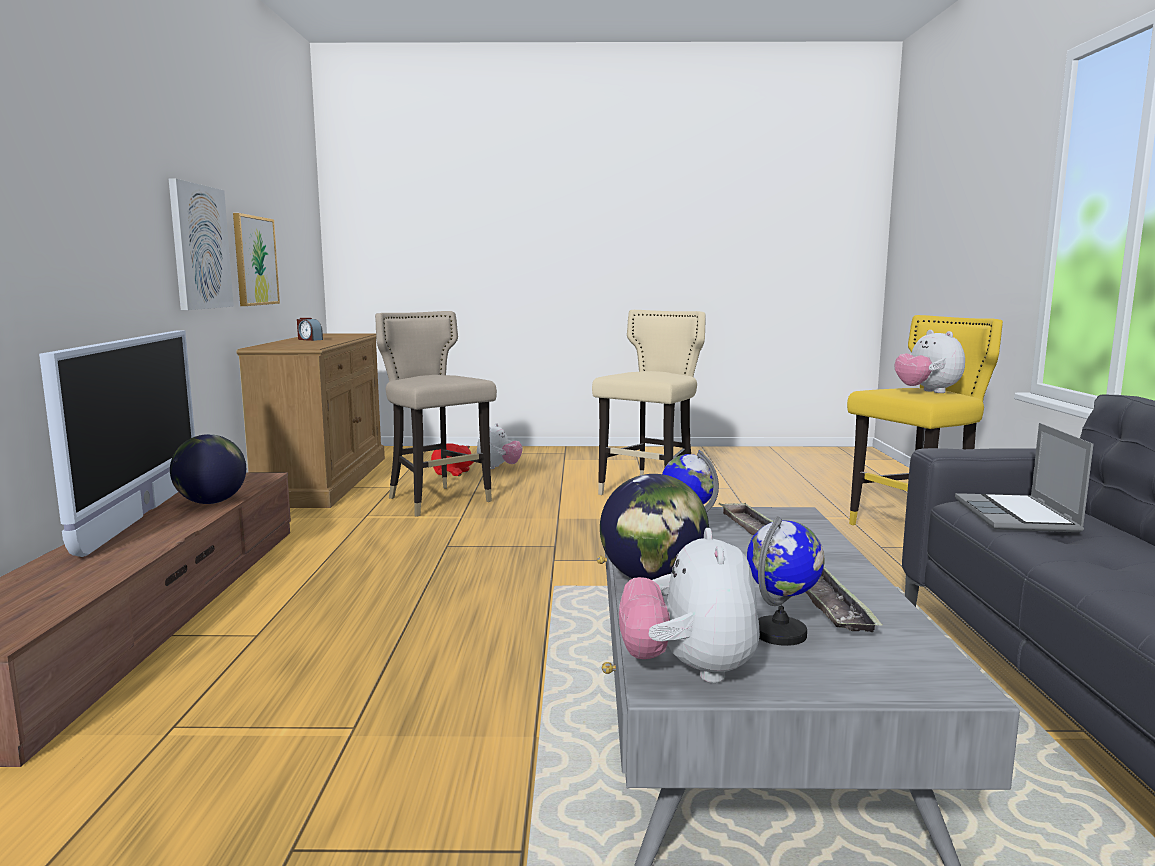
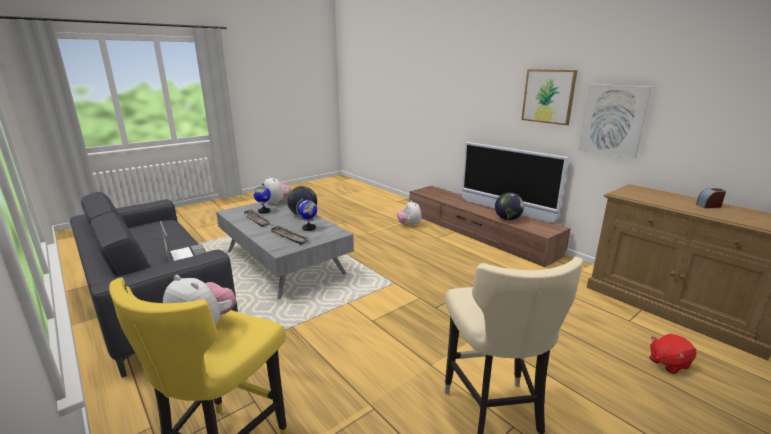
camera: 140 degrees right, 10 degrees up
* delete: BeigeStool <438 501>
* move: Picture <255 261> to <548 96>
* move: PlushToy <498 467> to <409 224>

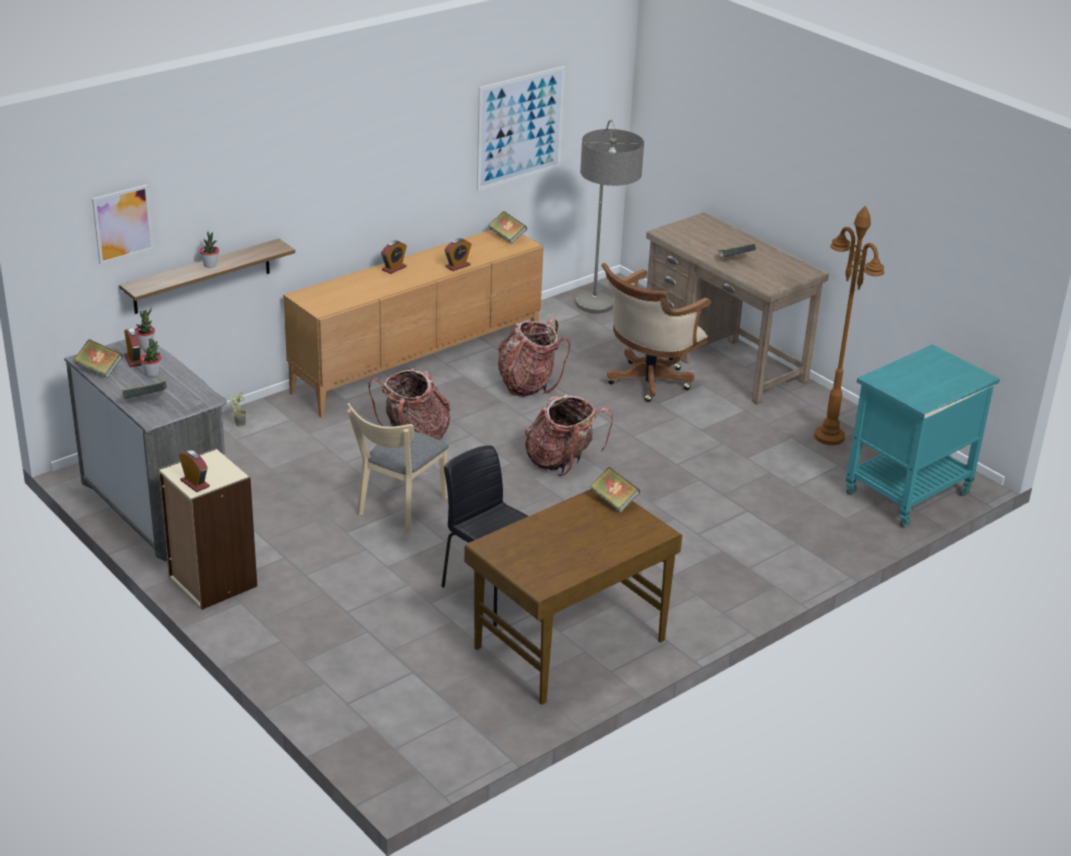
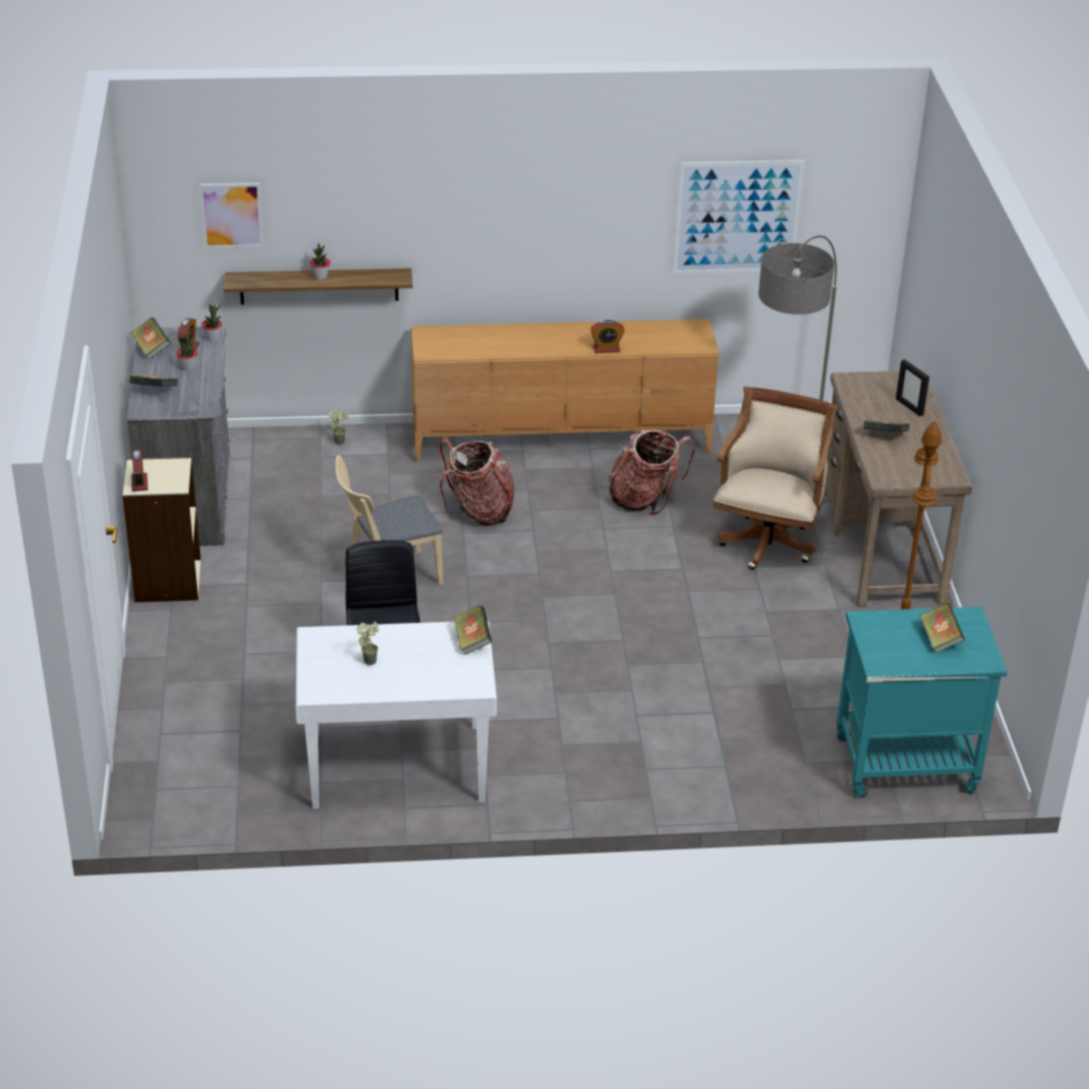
camera: 35 degrees right, 5 degrees up
* delete: AlarmClock <394 268>
* delete: Backpack <562 462>
* insert: PottedPlant <370 659>
* insert: PictureFrame <910 406>
* move: Book <507 237> to <939 639>
* recolor: BrownDesk <568 643> to WhiteDesk <396 765>
* rotate: OfficeChair <647 383> = <768 541> 120 degrees clockwise

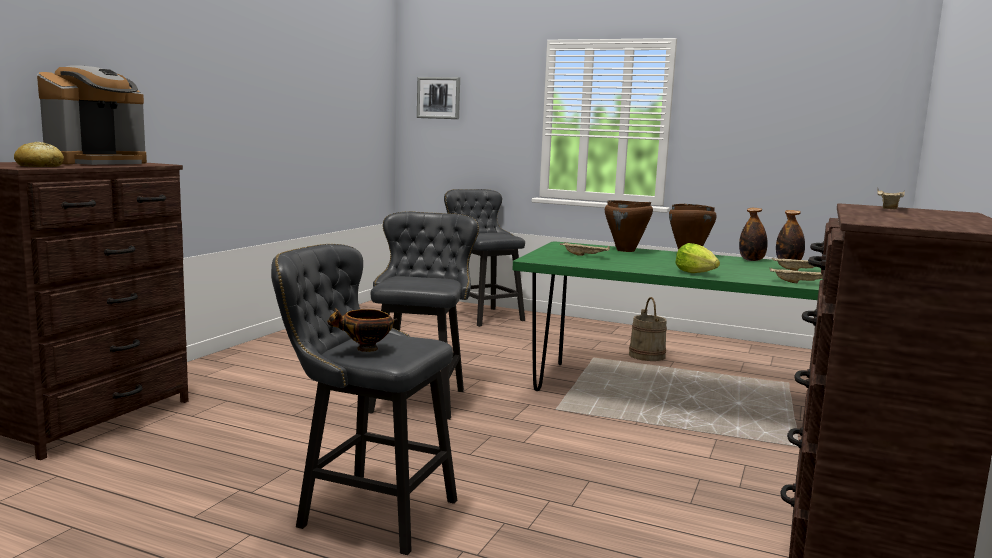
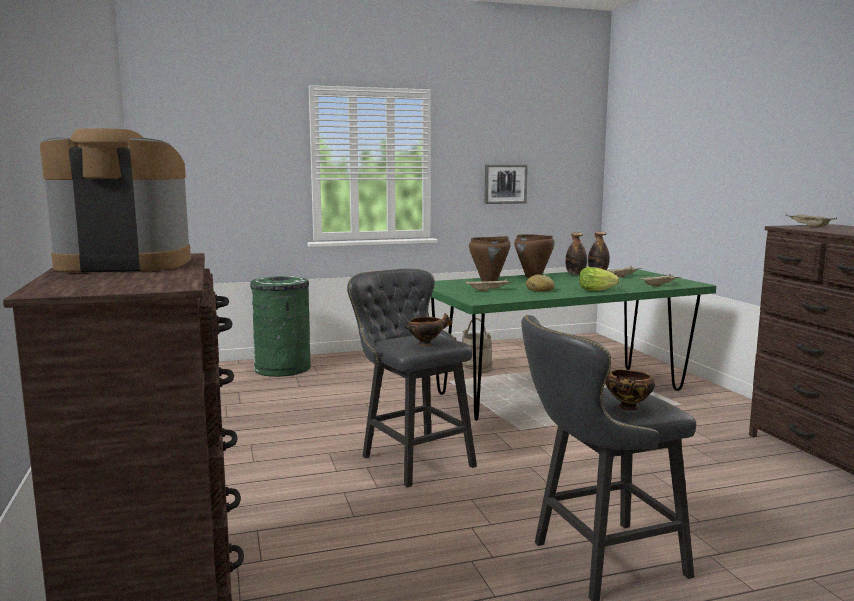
camera: 40 degrees left, 0 degrees up
* insert: Bowl <426 344>
* move: Bread <39 166> to <540 290>
* move: Picture <438 98> to <505 184>
* replace: GreyStool <481 315> to GreenTrashCan <282 368>
* rotate: CoffeeMachine <97 163> = <124 264> 90 degrees counterclockwise

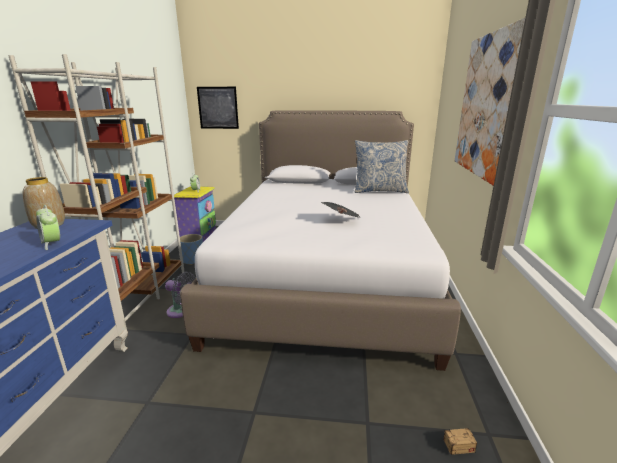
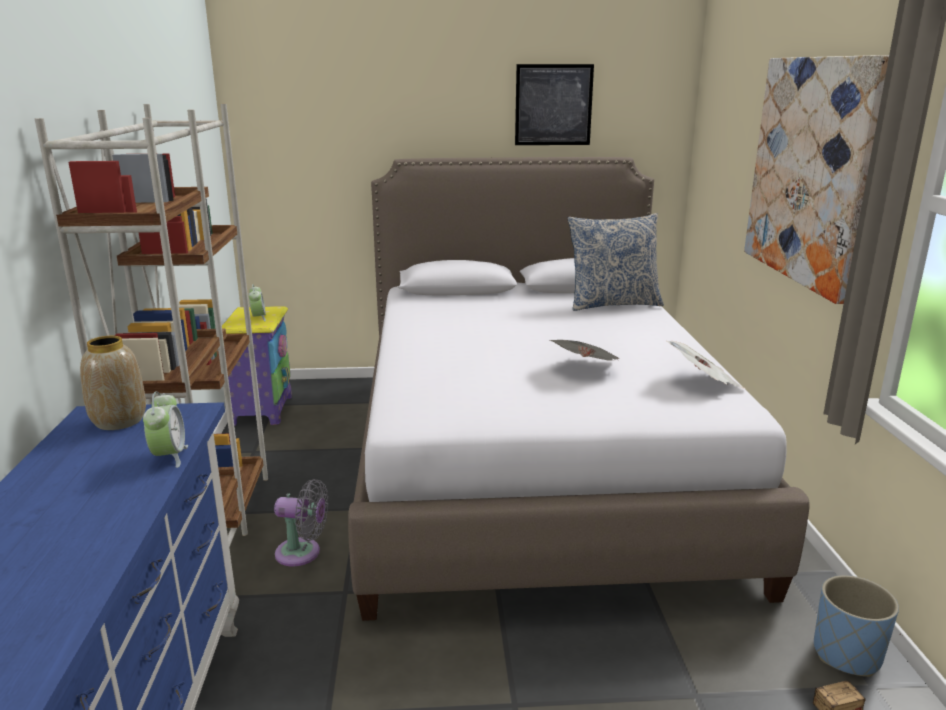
camera: 10 degrees left, 0 degrees up
* insert: Newspaper <703 383>
* move: BluePlanter <193 260> to <846 654>
* move: Picture <218 108> to <553 105>
* rotate: AlarmClock <52 244> = <169 457> 135 degrees counterclockwise

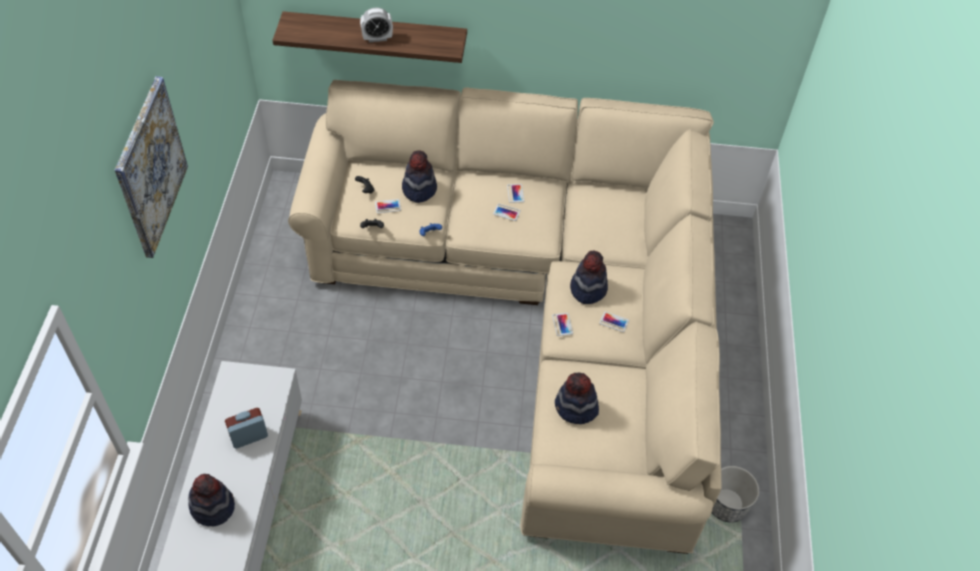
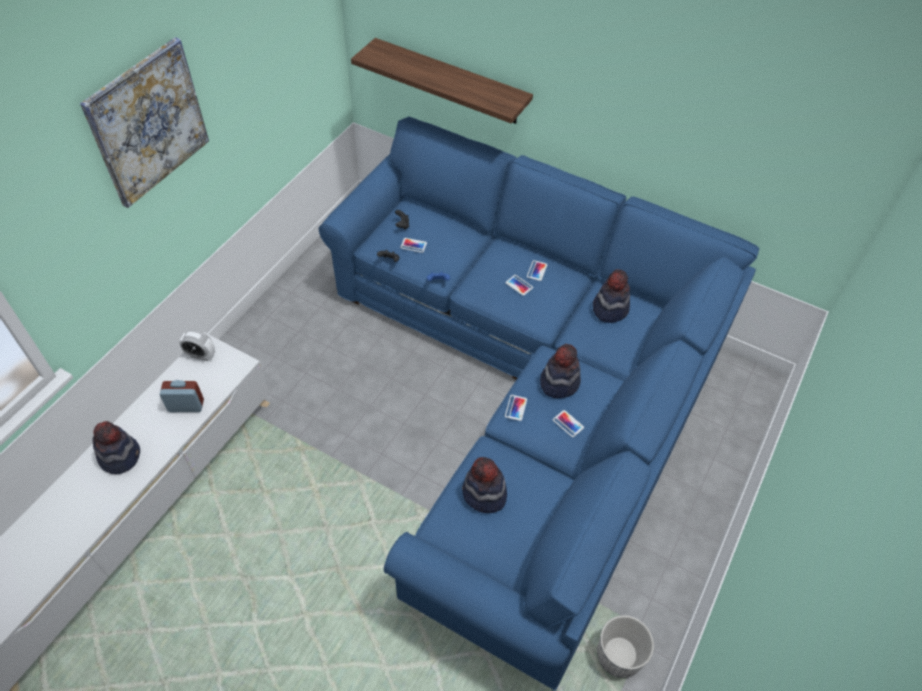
camera: 25 degrees right, 0 degrees up
* move: AlarmClock <377 38> to <201 355>
* move: Hat <419 189> to <610 308>
* recolor: BeigeSofa <541 315> to BlueSofa <526 396>

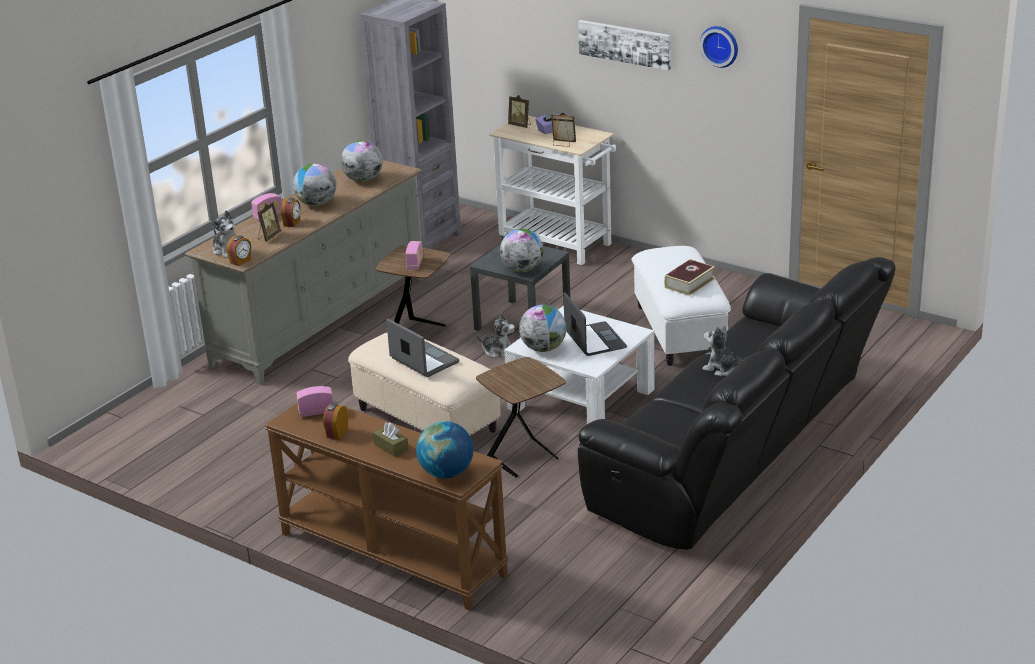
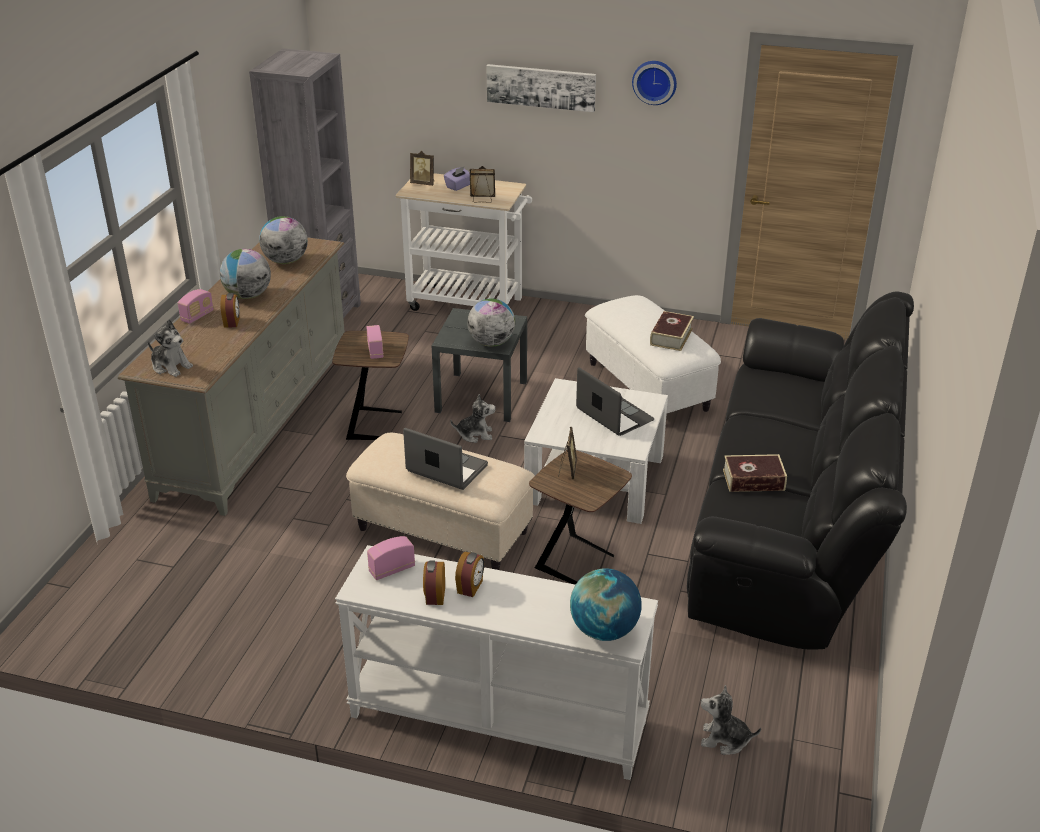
camera: 20 degrees left, 5 degrees up
* delete: BrownTissueBox <391 447>
* delete: Globe <543 348>
* insert: Book <753 480>
* move: AlarmClock <241 261> to <470 587>
* move: PictureFrame <268 237> to <567 470>
* move: PlushToy <722 369> to <724 740>
* recolor: BrownConsoleTable <390 555> to WhiteConsoleTable <496 720>

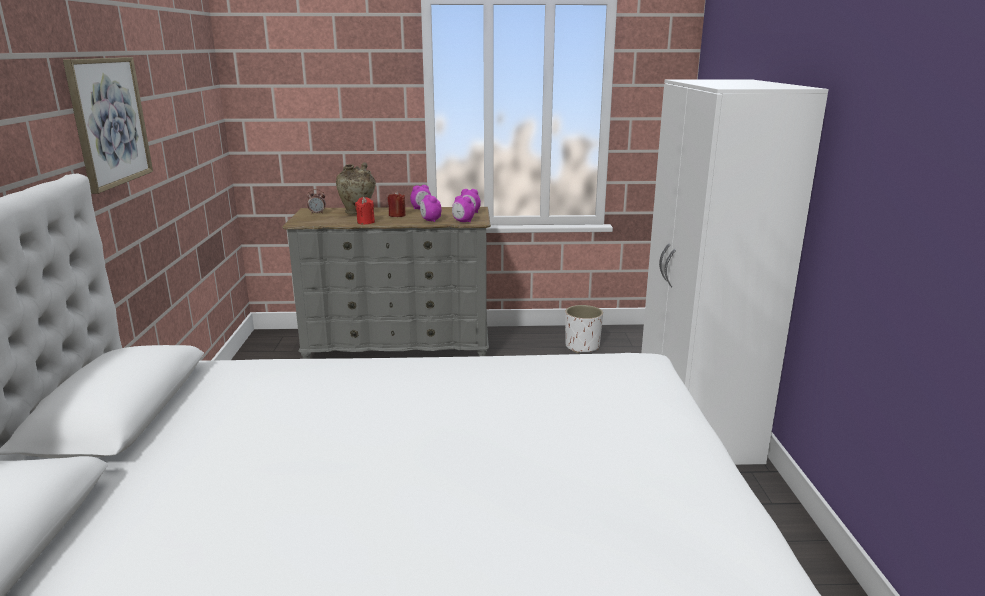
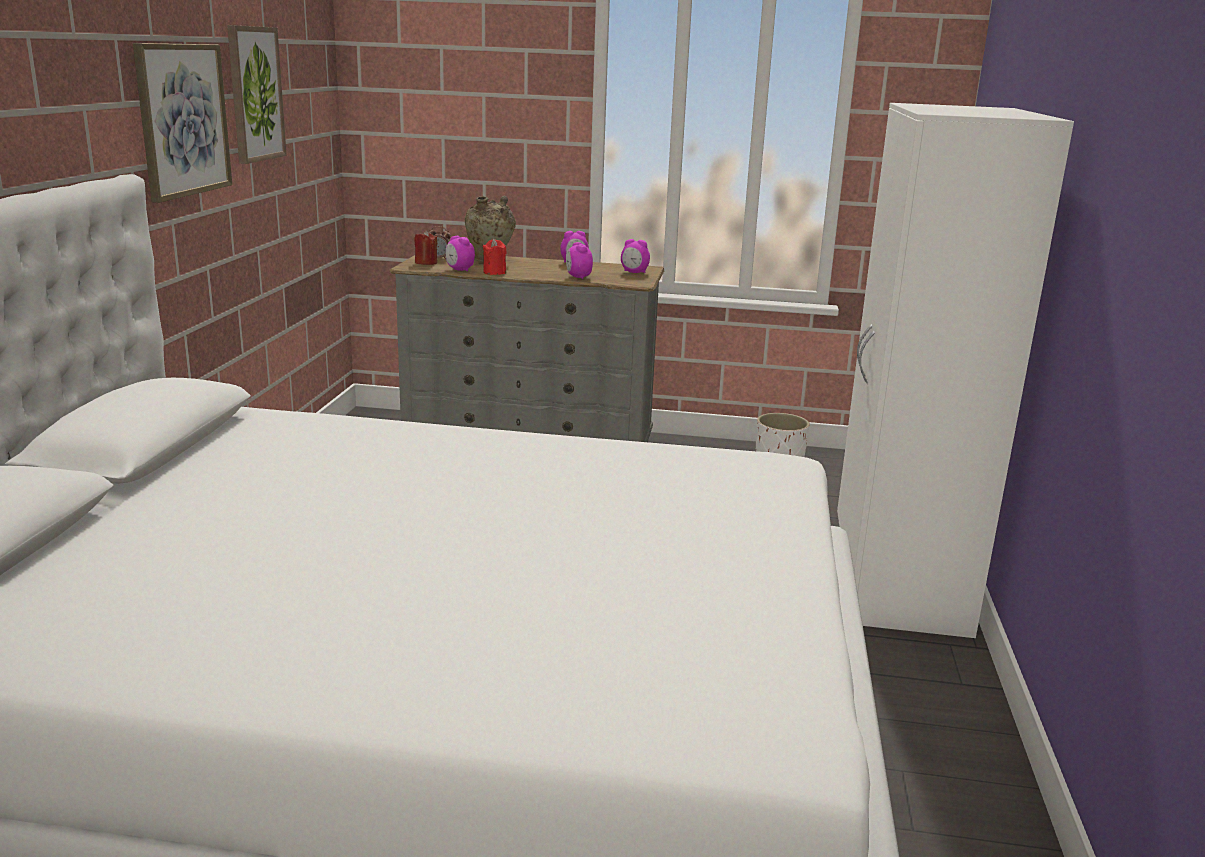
camera: 10 degrees right, 0 degrees up
* insert: Picture <255 94>
* move: RedCandle <397 215> to <426 263>
* move: AlarmClock <463 221> to <459 270>

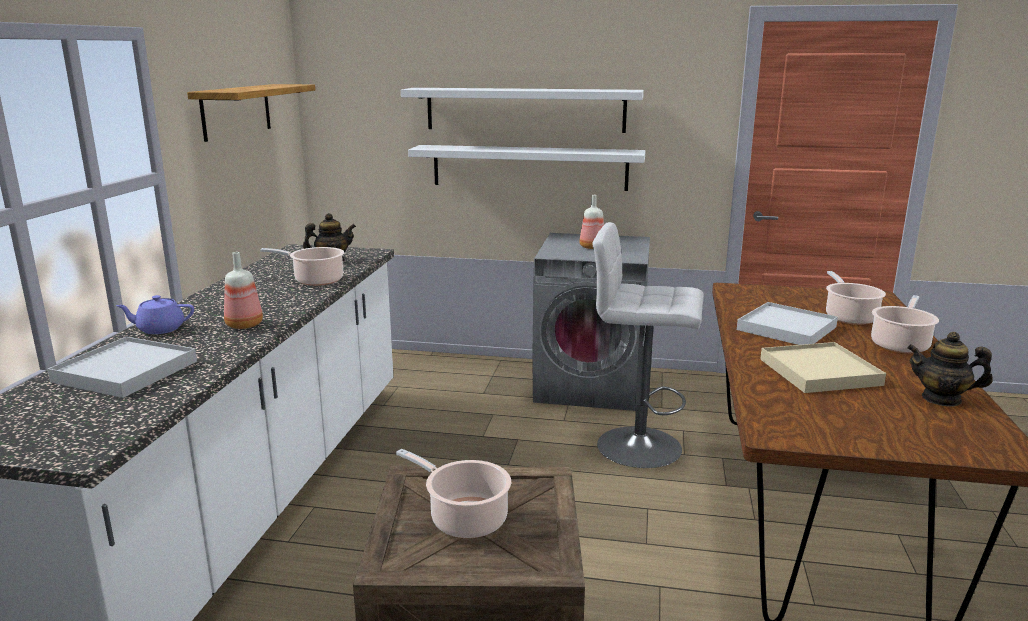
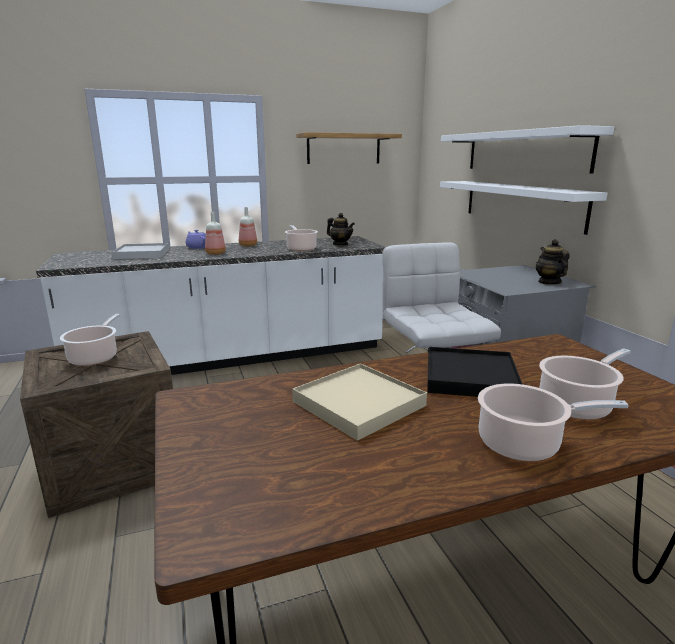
camera: 60 degrees right, 0 degrees up
* move: Bottle <591 247> to <247 245>
* move: Teapot <941 399> to <549 282>
* recolor: WhiteTray <786 328> to BlackTray <470 377>

